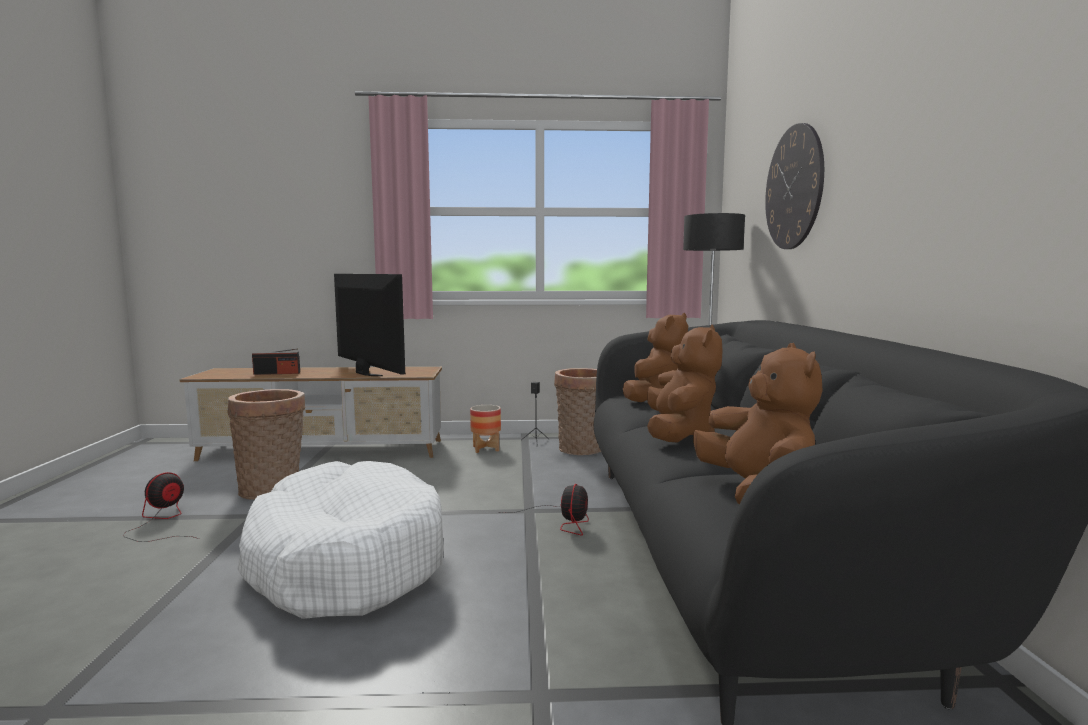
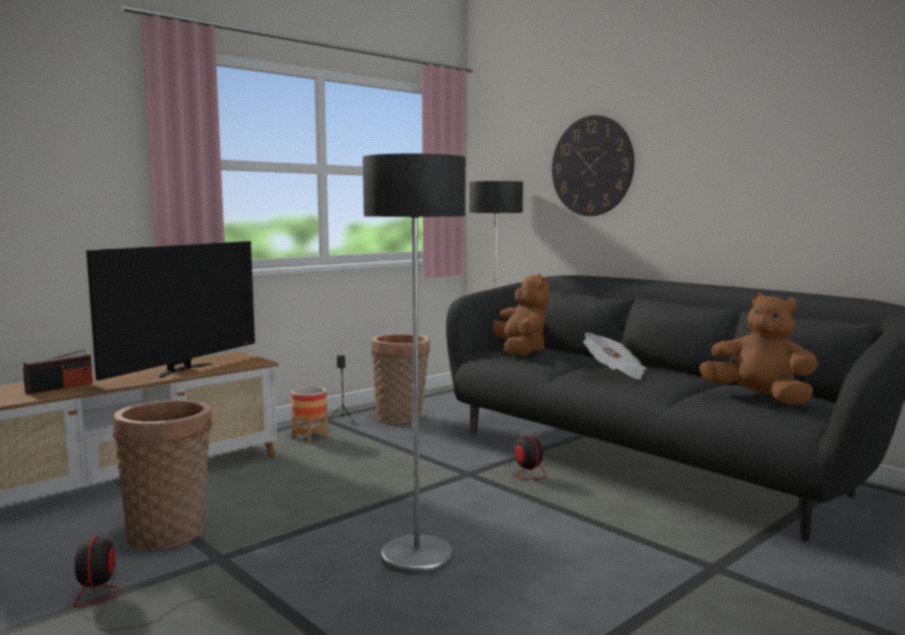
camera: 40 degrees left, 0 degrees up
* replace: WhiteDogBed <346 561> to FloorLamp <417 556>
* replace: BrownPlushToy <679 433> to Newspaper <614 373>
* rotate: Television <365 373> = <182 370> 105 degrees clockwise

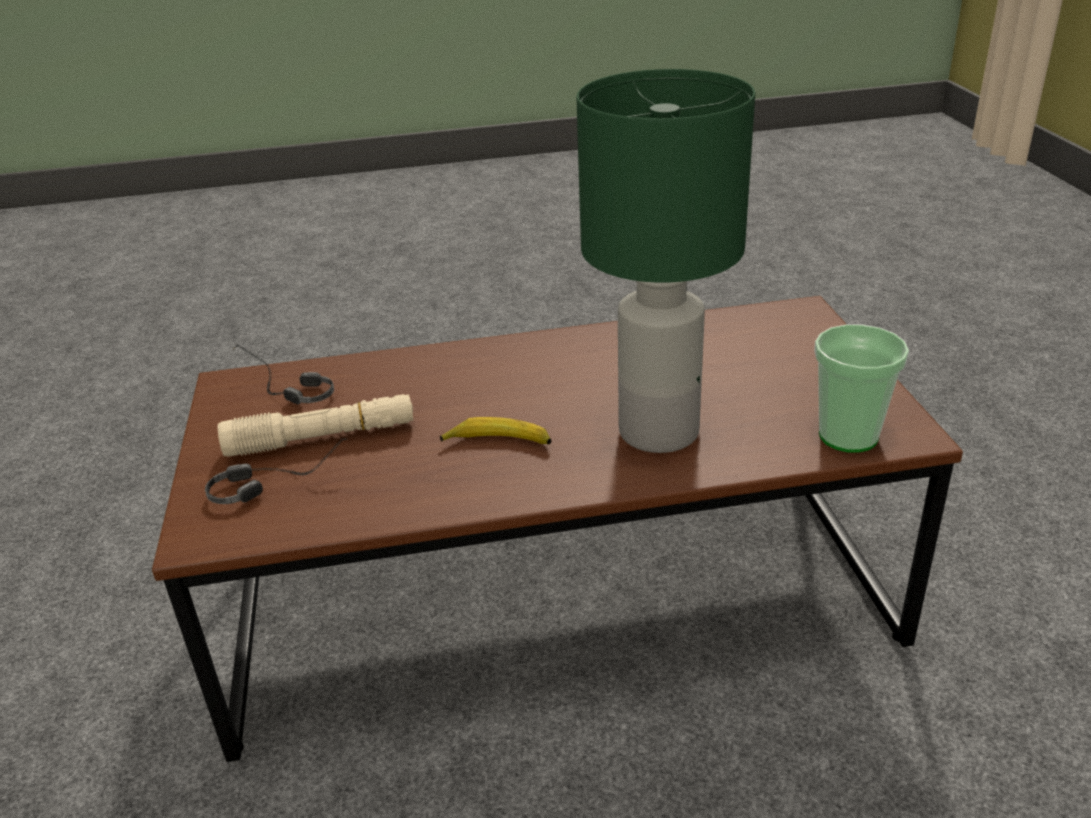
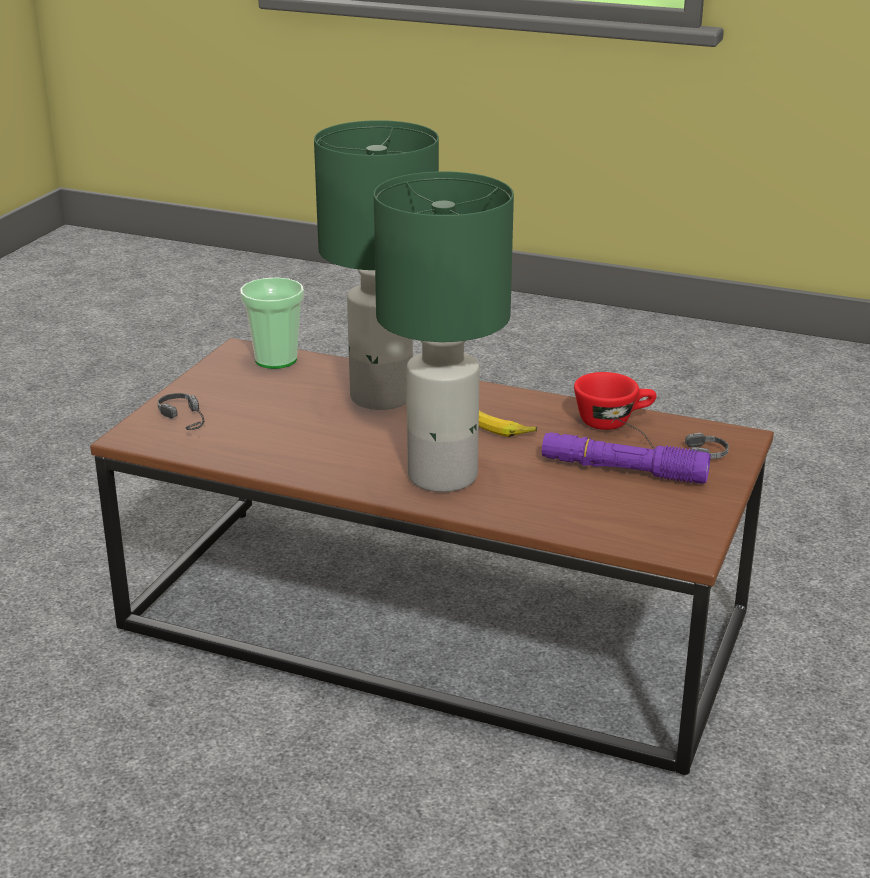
camera: 150 degrees left, 5 degrees down
* insert: GreenTableLamp <443 475>
* insert: RedCup <613 421>
* move: Headphones <279 389> to <193 424>
* recolor: BeigeFlashlight <322 438> to PurpleFlashlight <623 470>

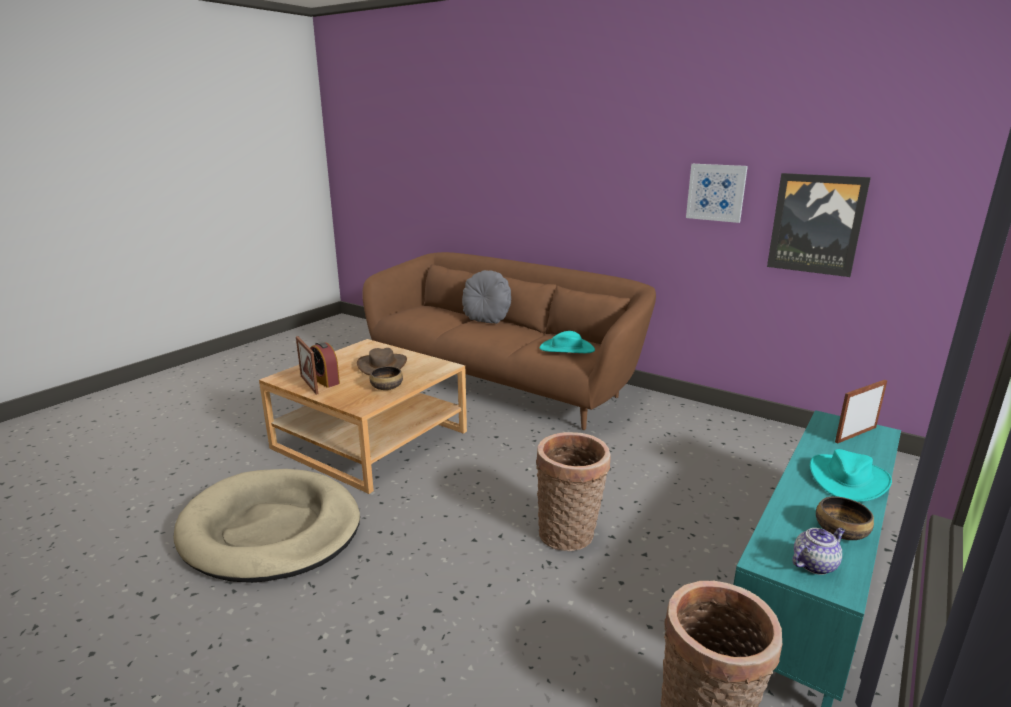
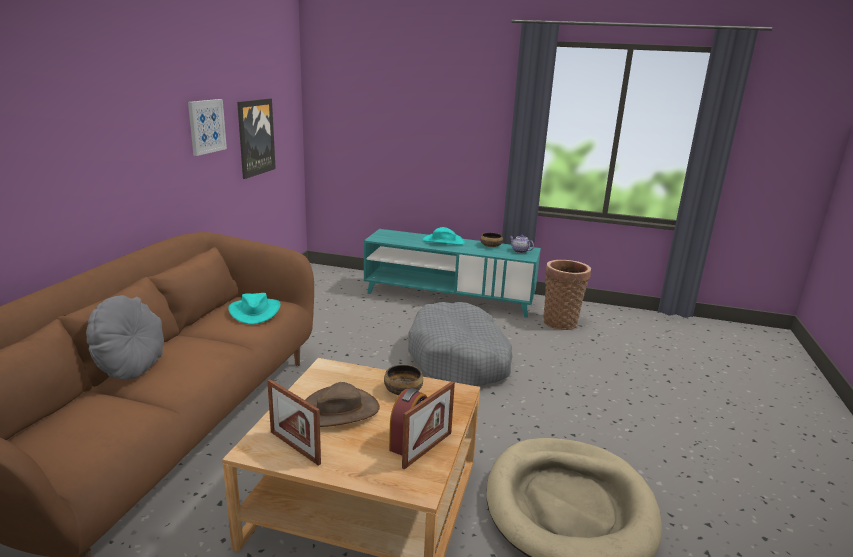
camera: 110 degrees left, 0 degrees up
* move: PictureFrame <855 435> to <295 447>
* replace: Basket <569 535> to GreyDogBed <459 358>

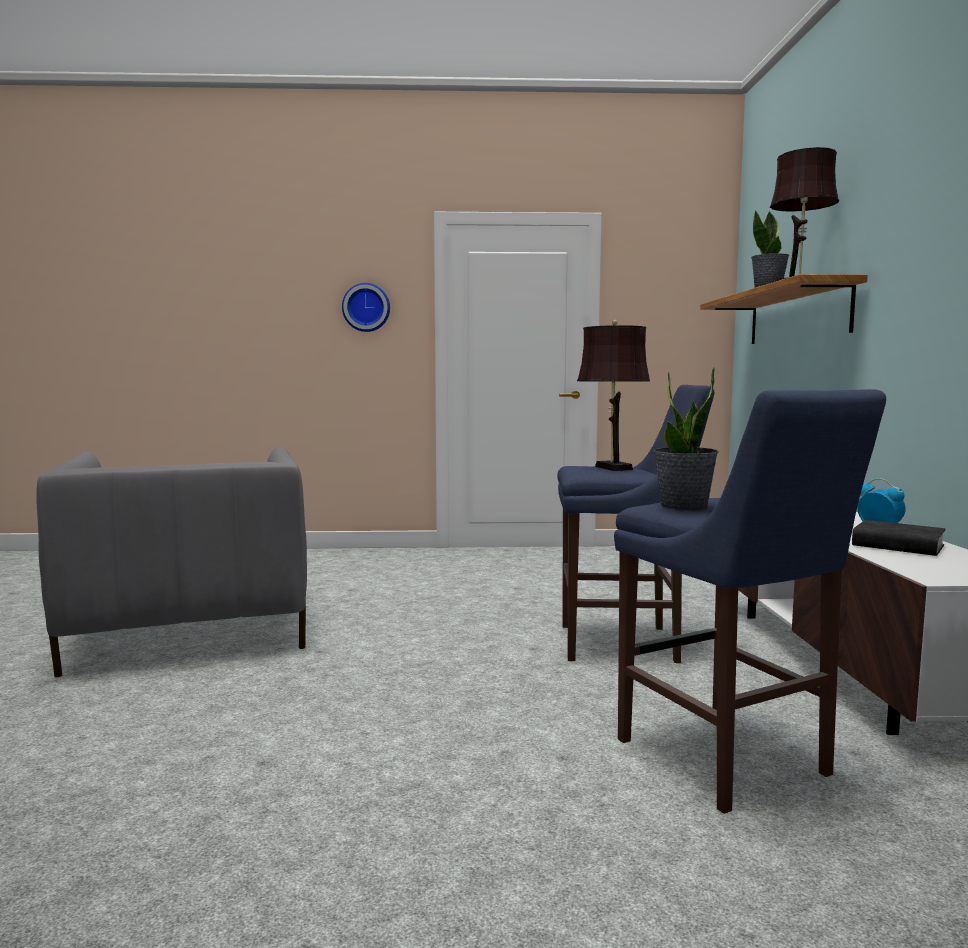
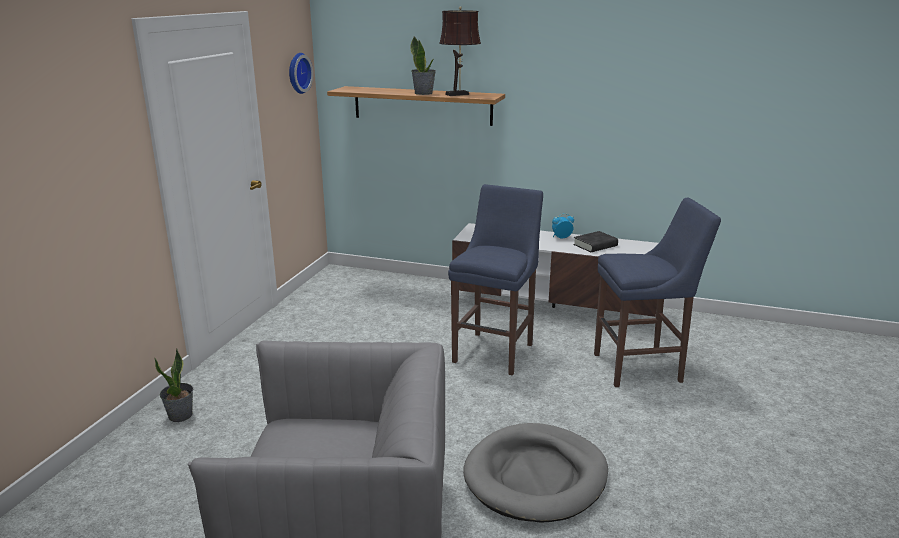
camera: 70 degrees left, 15 degrees up
* delete: BrownTableLamp <611 467>
* insert: GreyDogBed <536 476>
* move: WallClock <366 307> to <297 73>
* move: PottedPlant <684 506> to <181 415>

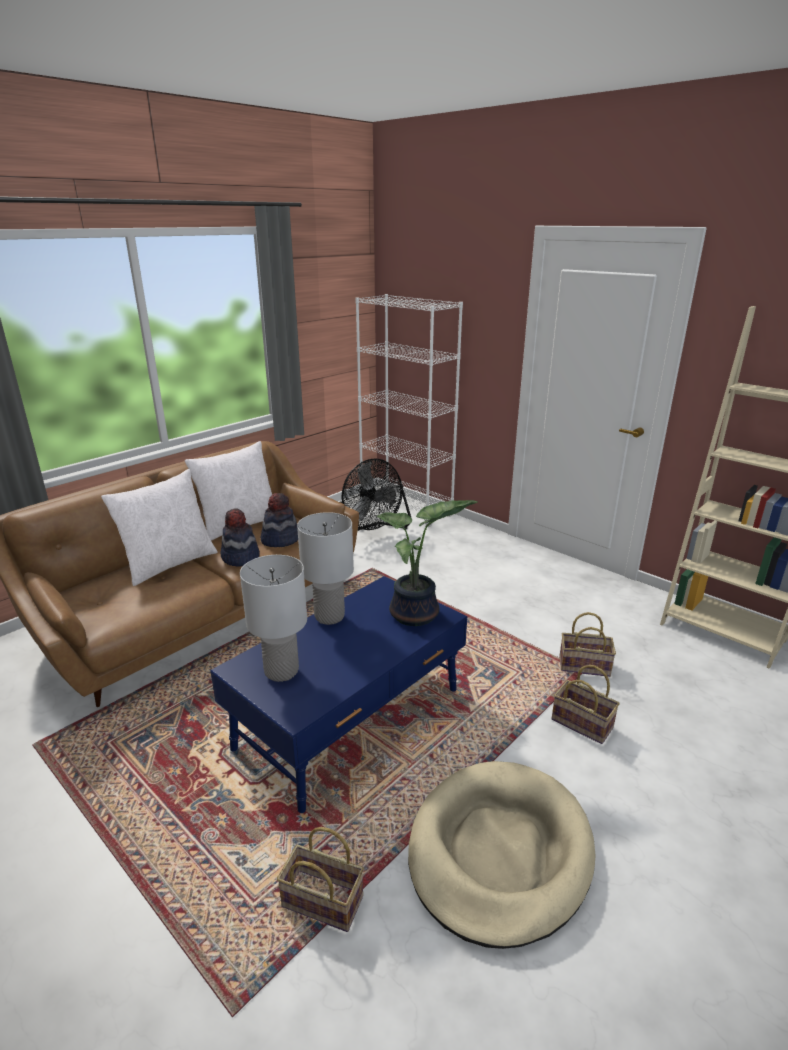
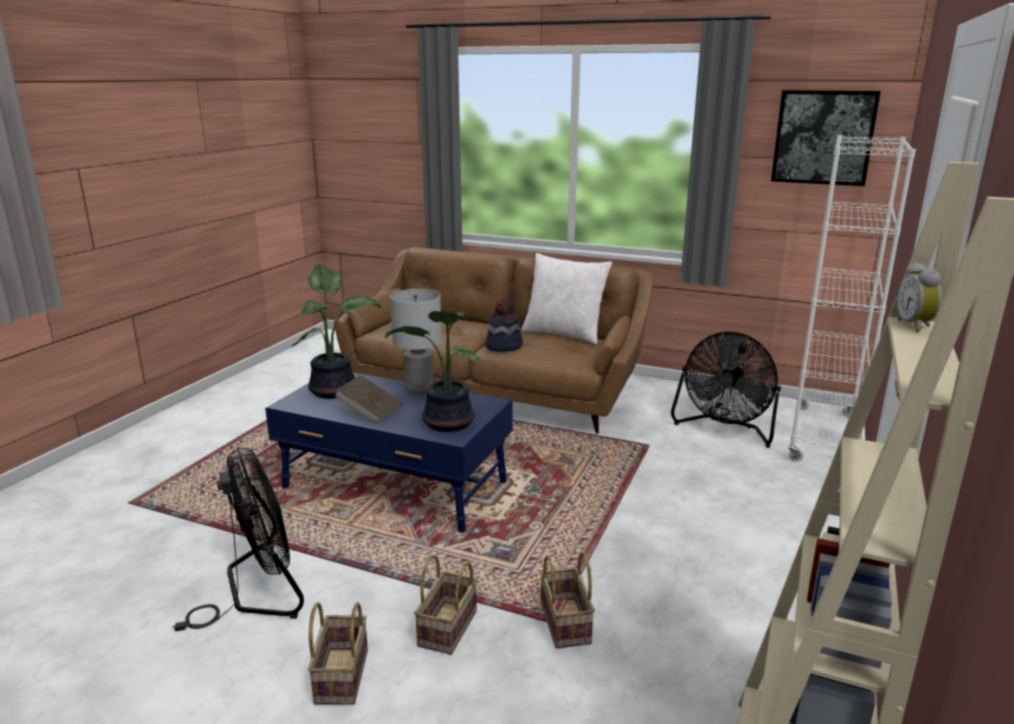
camera: 70 degrees right, 5 degrees down
* delete: WhitePillow <169 563>
* delete: Hat <280 539>
* insert: BrownBook <370 412>
* insert: Picture <823 137>
* insert: AlarmClock <915 326>
* move: Basket <320 902> to <340 675>
* replace: GreyTableLamp <282 673> to PottedPlant <335 389>
* replace: BeigeDogBed <499 852> to BlackFan <254 588>

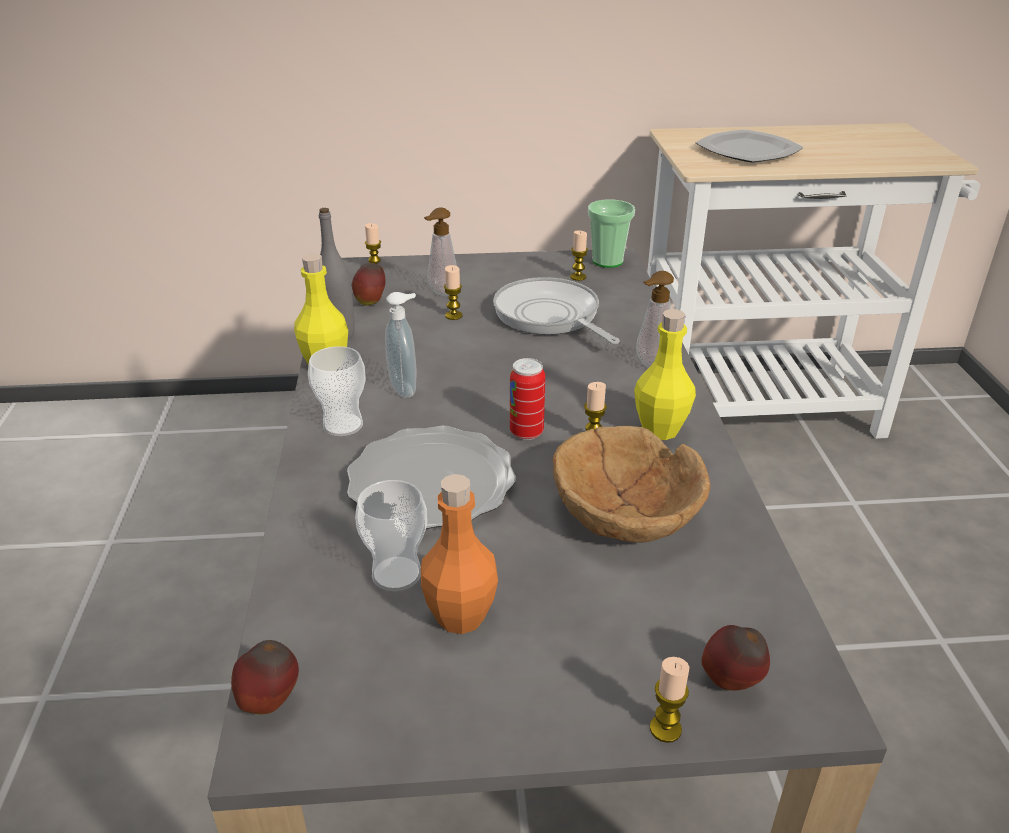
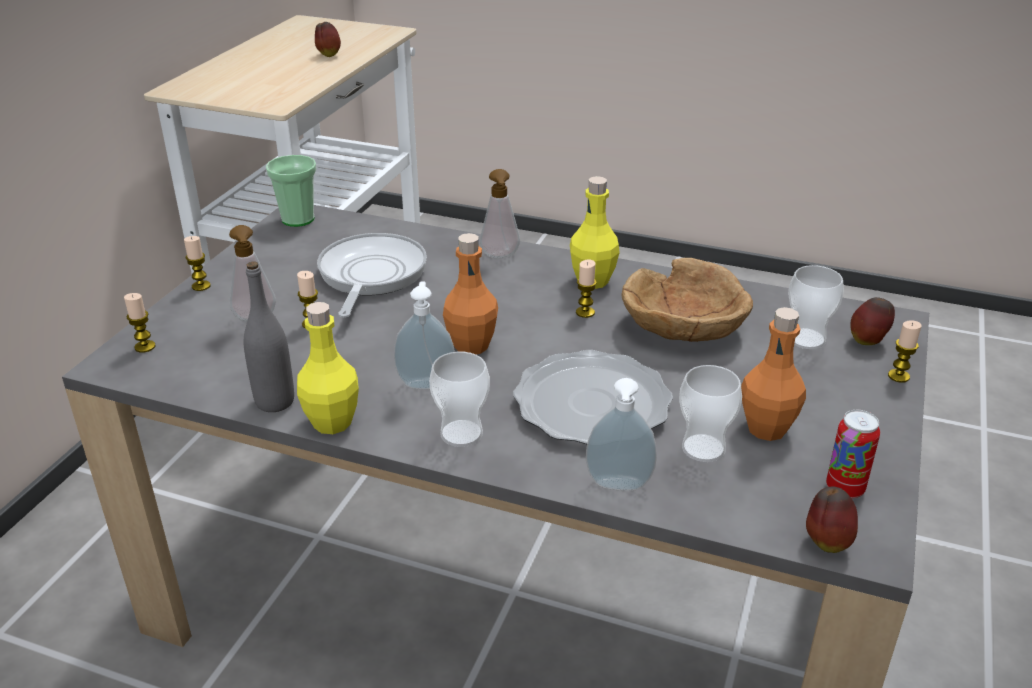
camera: 65 degrees left, 0 degrees up
* delete: Plate <747 150>
* insert: OrangeBottle <471 345>
* insert: SoapDispenser <618 487>
* insert: Cup <806 339>
* move: Apple <371 302> to <328 55>
* move: Can <526 432> to <844 489>
* move: Candle <578 277> to <201 286>
* rotate: FryingPan <550 316> = <370 275> 105 degrees clockwise

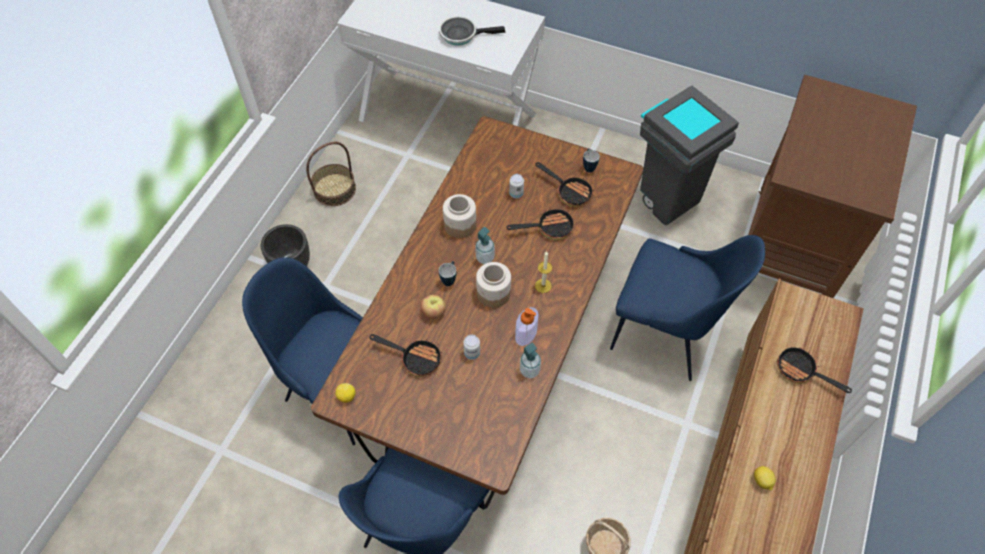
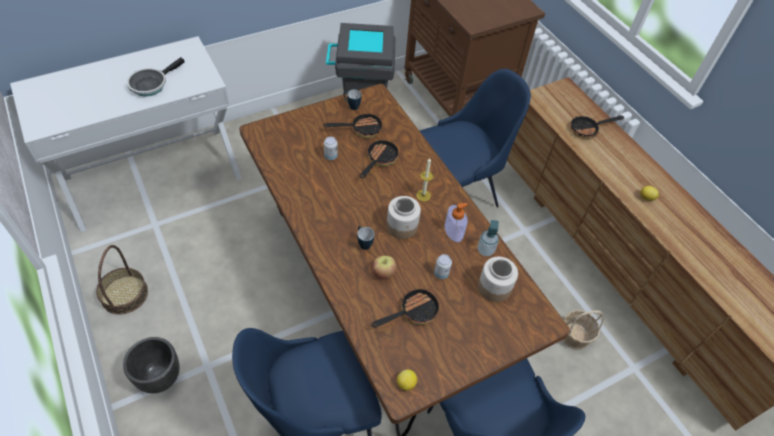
camera: 55 degrees left, 5 degrees down
* delete: SoapDispenser <485 258>
* move: Jar <459 225> to <494 287>

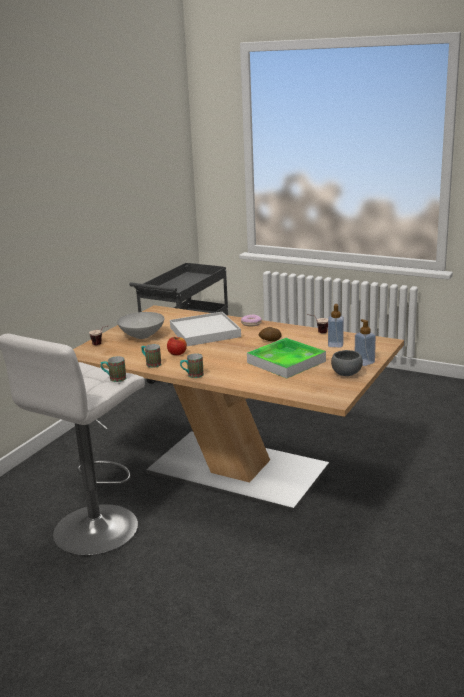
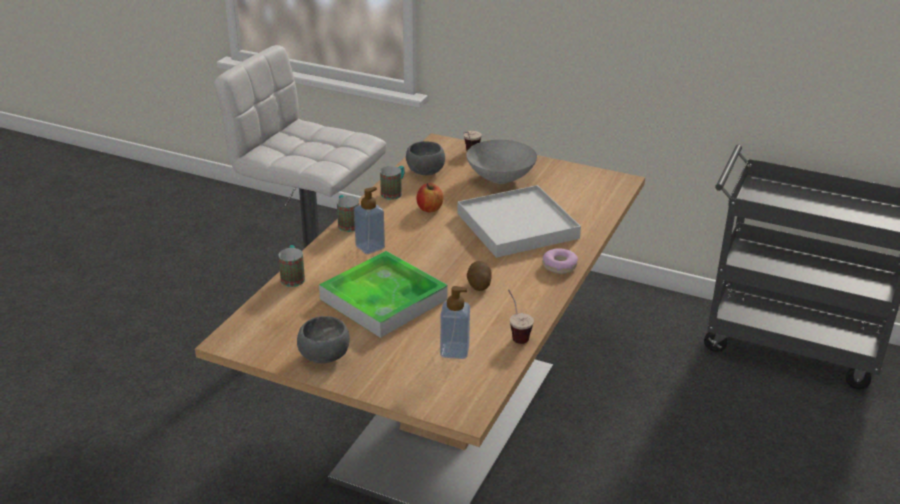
camera: 85 degrees right, 10 degrees up
* insert: GreyBowl <424 171>
* move: Mug <114 379> to <293 277>
* move: SoapDispenser <364 362> to <370 247>

